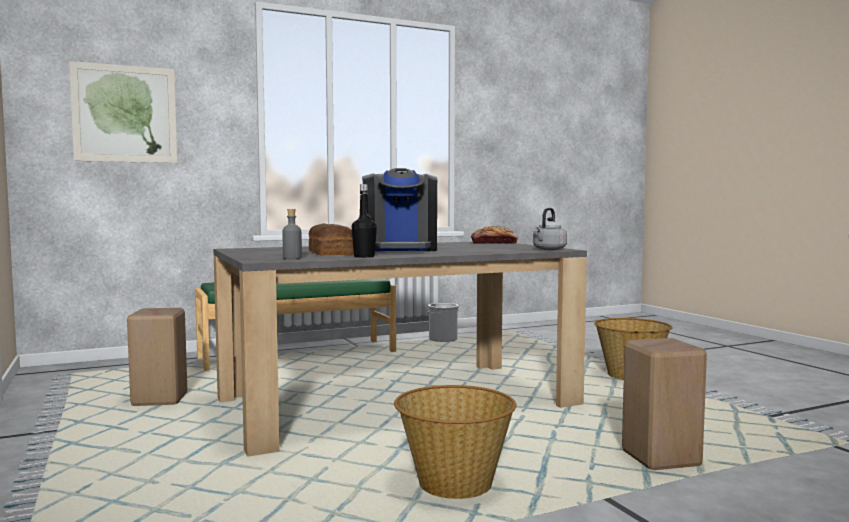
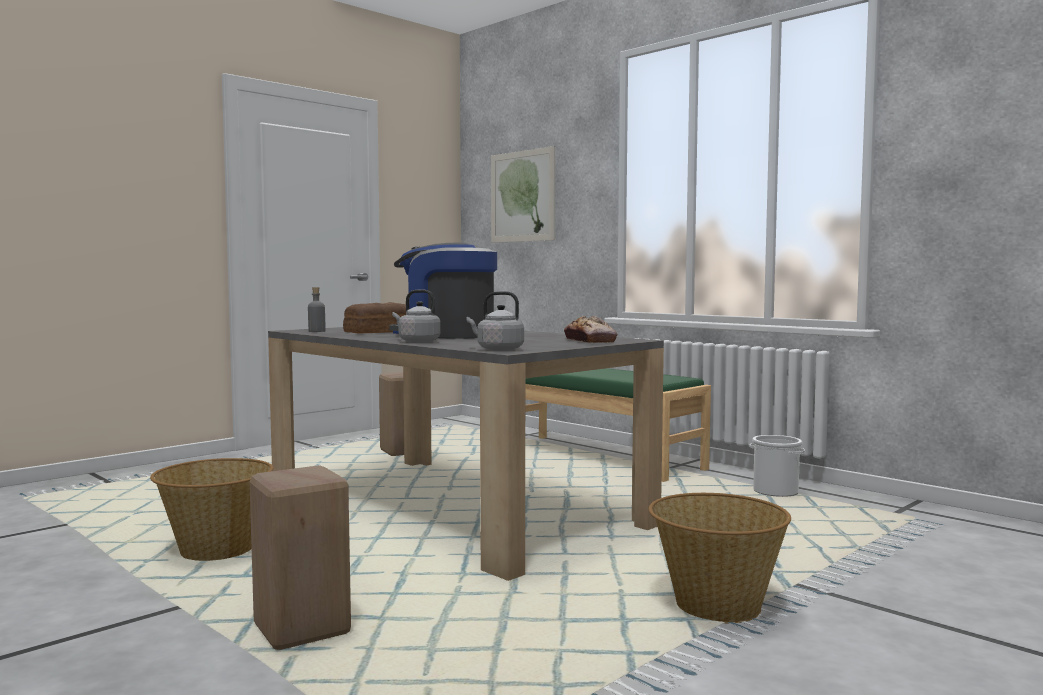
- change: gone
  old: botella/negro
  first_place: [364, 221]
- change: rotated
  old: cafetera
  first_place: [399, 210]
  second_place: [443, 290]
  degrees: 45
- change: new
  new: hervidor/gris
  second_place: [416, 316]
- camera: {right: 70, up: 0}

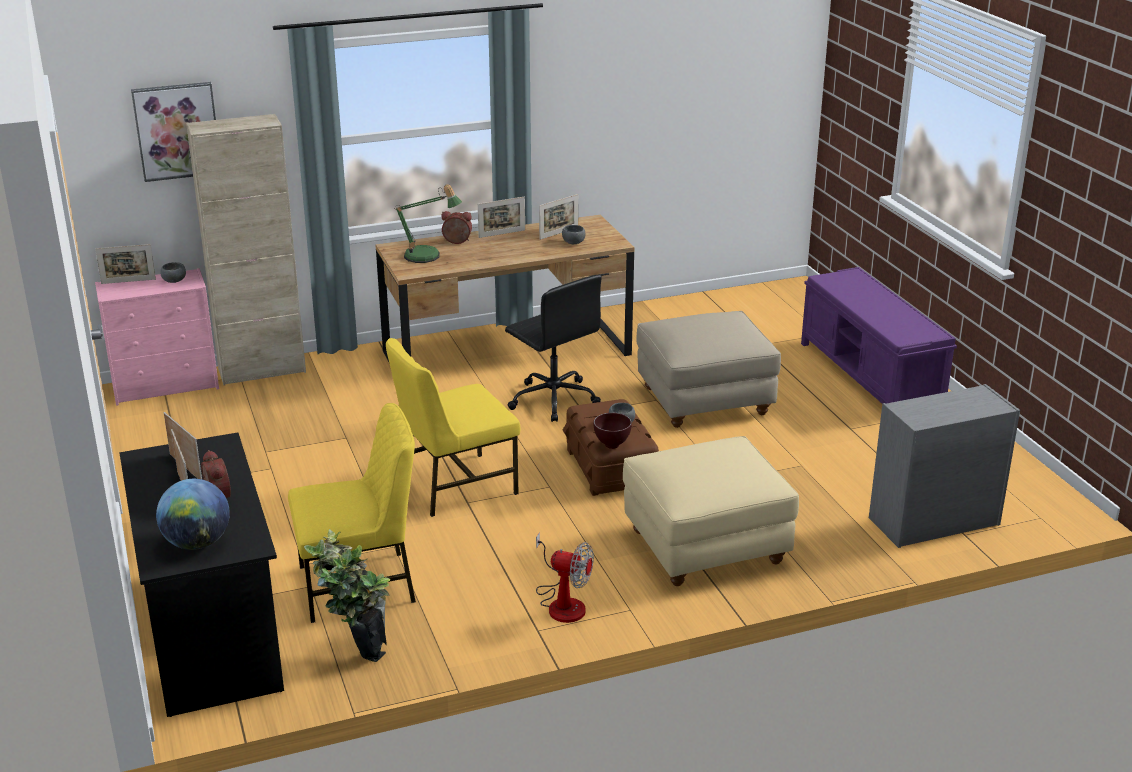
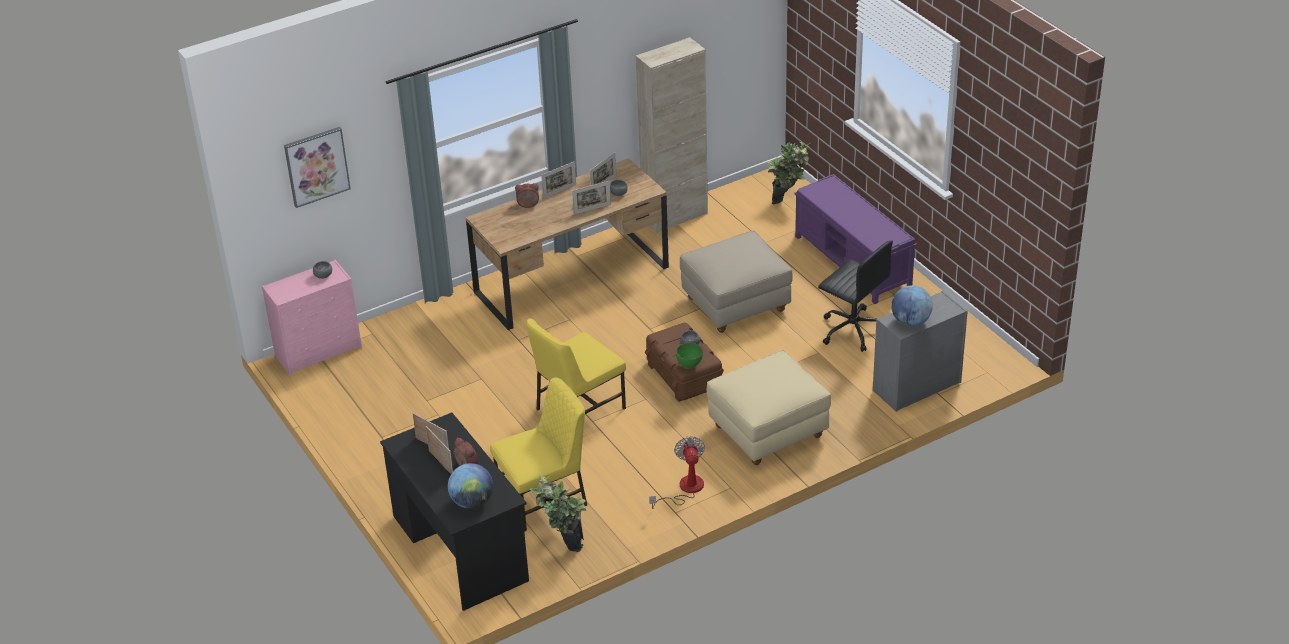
- change: shifted
  old: portarretratos
  first_place: [125, 264]
  second_place: [591, 197]
- change: shifted
  old: armario/beis
  first_place: [246, 250]
  second_place: [672, 135]
- change: gone
  old: lámpara de mesa
  first_place: [428, 223]
- change: shifted
  old: silla de oficina/negro
  first_place: [553, 348]
  second_place: [855, 296]
- change: rotated
  old: ventilador
  first_place: [565, 577]
  second_place: [677, 472]
  degrees: -105
- change: repainted
  old: cuenco/marrón
  new: cuenco/verde
  first_place: [613, 431]
  second_place: [689, 356]
- change: new
  new: planta en maceta
  second_place: [788, 173]
- change: new
  new: globo terráqueo
  second_place: [912, 306]
- camera: {right: -10, up: 10}

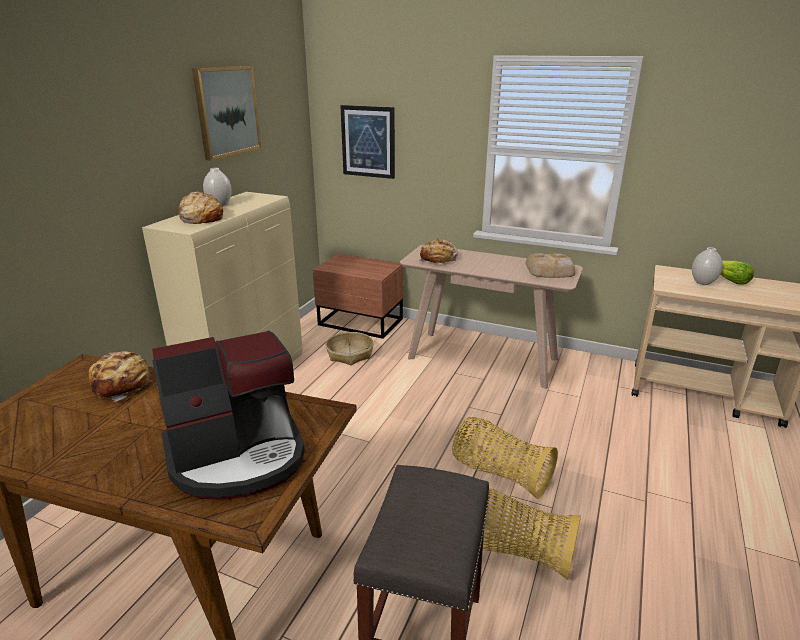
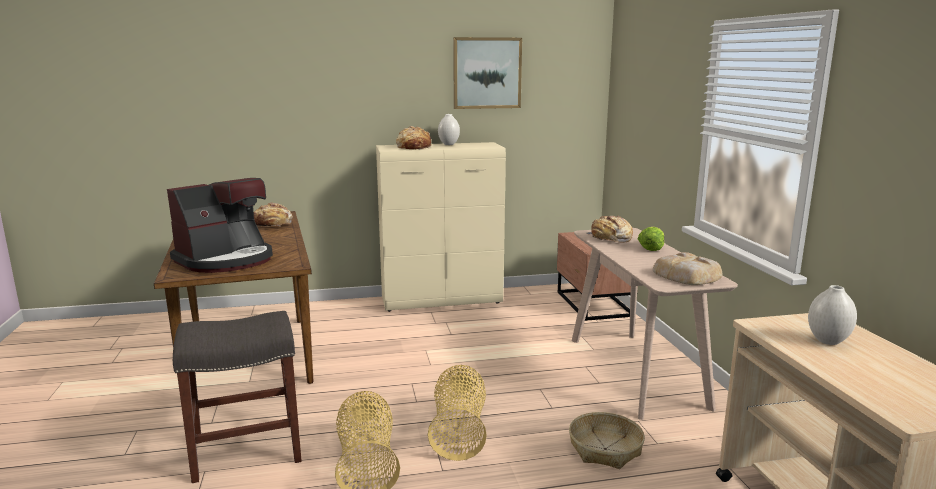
- change: rotated
  old: cafetera
  first_place: [228, 415]
  second_place: [220, 225]
  degrees: -75
- change: shifted
  old: cesta
  first_place: [350, 348]
  second_place: [607, 440]
- change: gone
  old: cuadro
  first_place: [367, 142]
- change: shifted
  old: lechuga
  first_place: [737, 272]
  second_place: [651, 239]
- camera: {right: 55, up: -10}

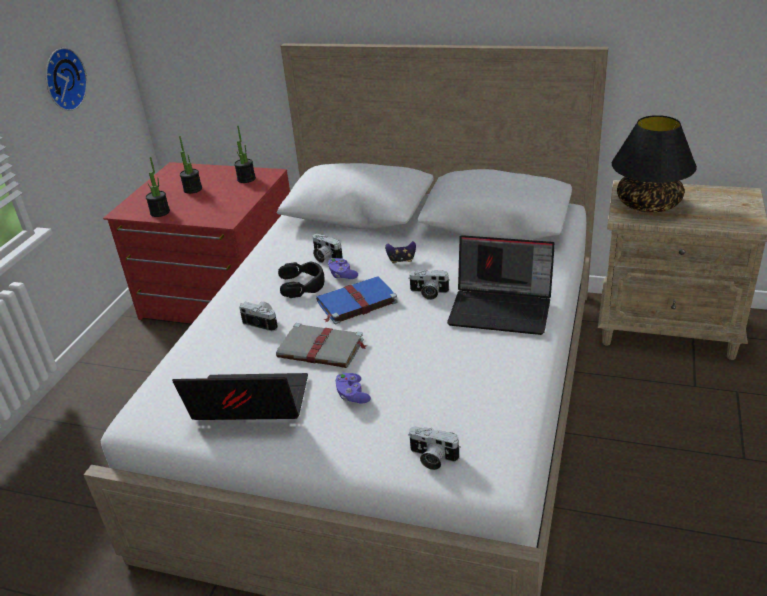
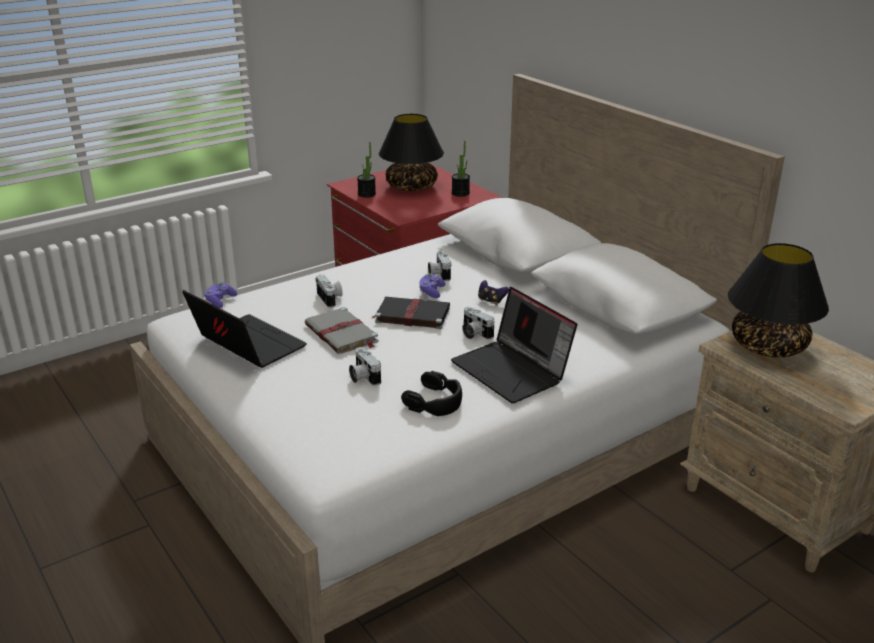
- change: gone
  old: reloj de pared
  first_place: [66, 79]
- change: swapped
  old: planta en maceta
  new: lámpara de mesa/negro
  first_place: [190, 165]
  second_place: [411, 152]
- change: shifted
  old: auriculares/negro
  first_place: [301, 279]
  second_place: [431, 393]
- change: repainted
  old: libro/azul
  new: libro/negro
  first_place: [356, 300]
  second_place: [411, 313]
- change: shifted
  old: mando de consola/morado
  first_place: [353, 388]
  second_place: [221, 295]
- change: shifted
  old: cámara
  first_place: [434, 448]
  second_place: [365, 366]
- camera: {right: 35, up: -5}

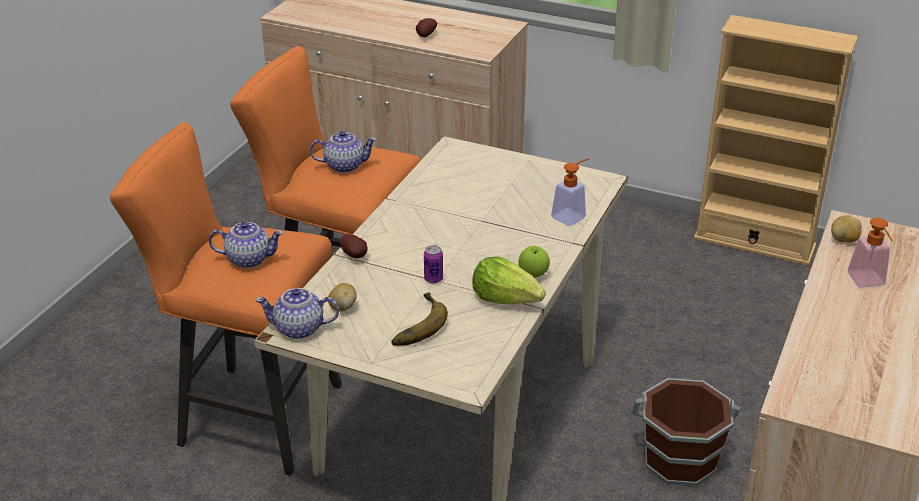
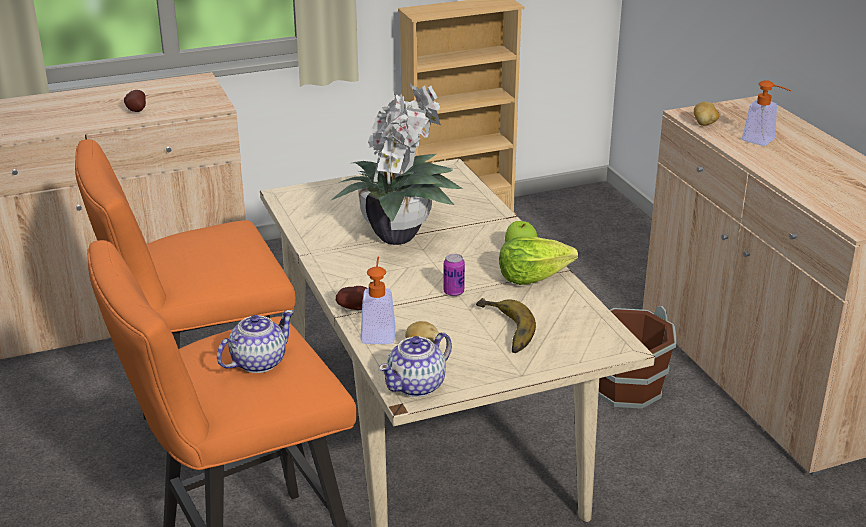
- change: gone
  old: tetera
  first_place: [343, 152]
- change: shifted
  old: dispensador de jabón
  first_place: [570, 192]
  second_place: [378, 300]
- change: new
  new: planta en maceta
  second_place: [397, 164]
- camera: {right: -45, up: -5}

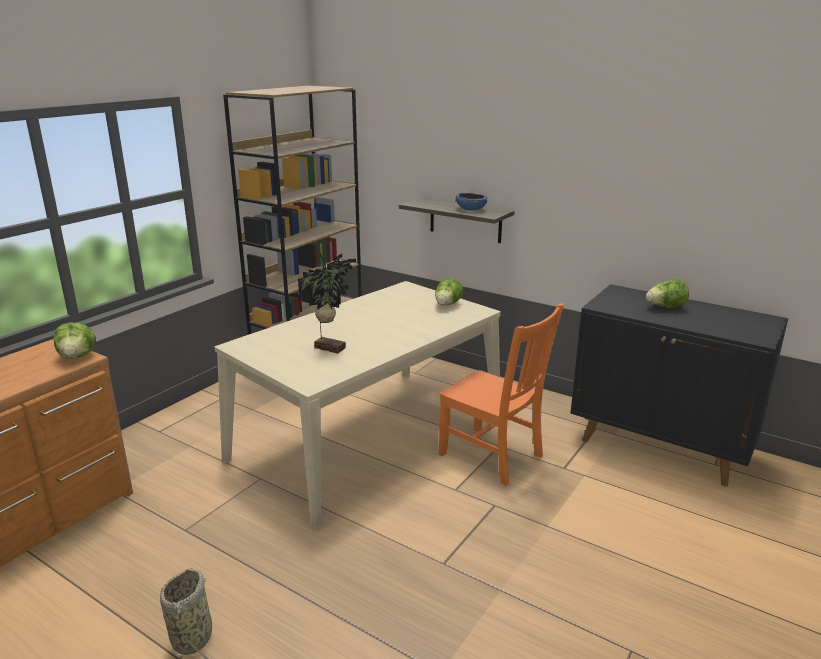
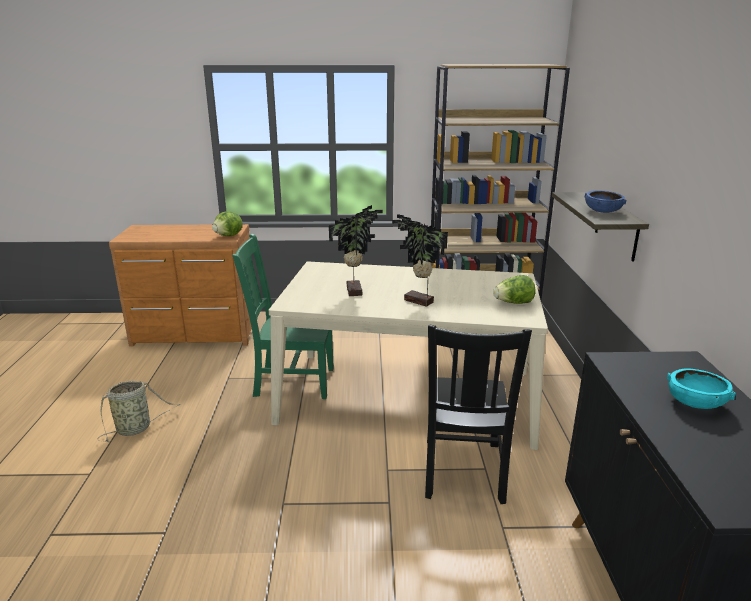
- change: repainted
  old: silla/naranja
  new: silla/negro
  first_place: [501, 394]
  second_place: [478, 414]
- change: swapped
  old: lechuga
  new: cuenco/turquesa
  first_place: [667, 293]
  second_place: [701, 388]
- change: new
  new: silla/verde
  second_place: [283, 316]
- change: new
  new: planta en maceta
  second_place: [420, 260]
- camera: {right: 55, up: 0}

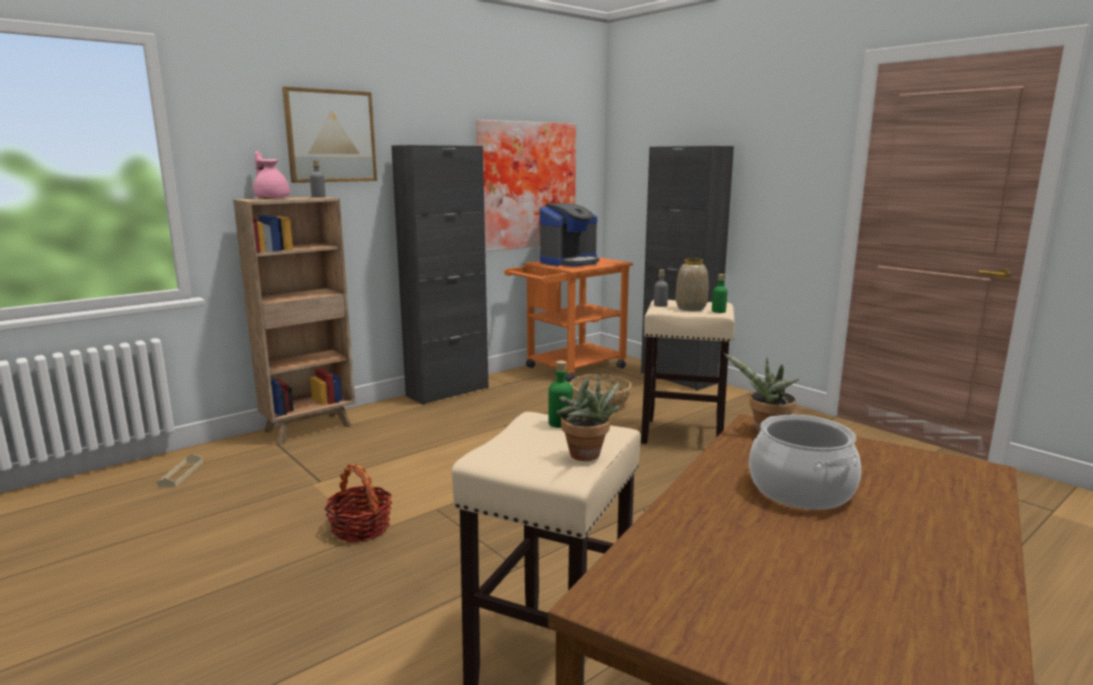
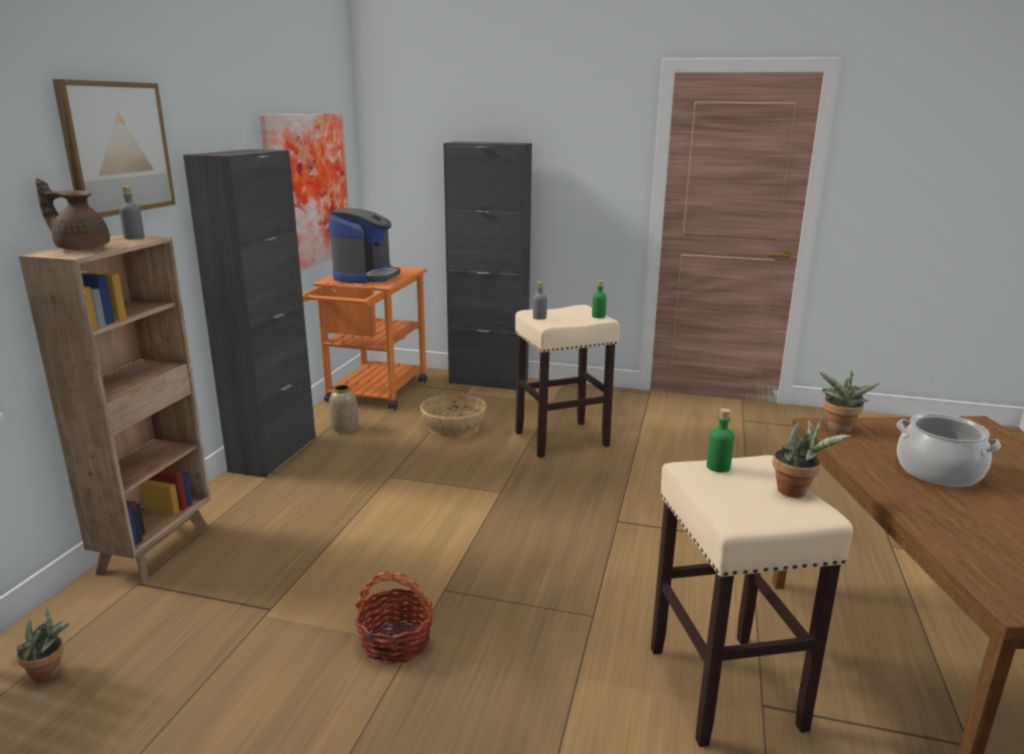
- change: swapped
  old: bandeja/beis
  new: planta en maceta
  first_place: [180, 470]
  second_place: [42, 645]
- change: repainted
  old: tetera/rosa
  new: tetera/marrón
  first_place: [271, 175]
  second_place: [72, 214]
- change: shifted
  old: florero
  first_place: [692, 284]
  second_place: [344, 409]
- camera: {right: -35, up: 5}

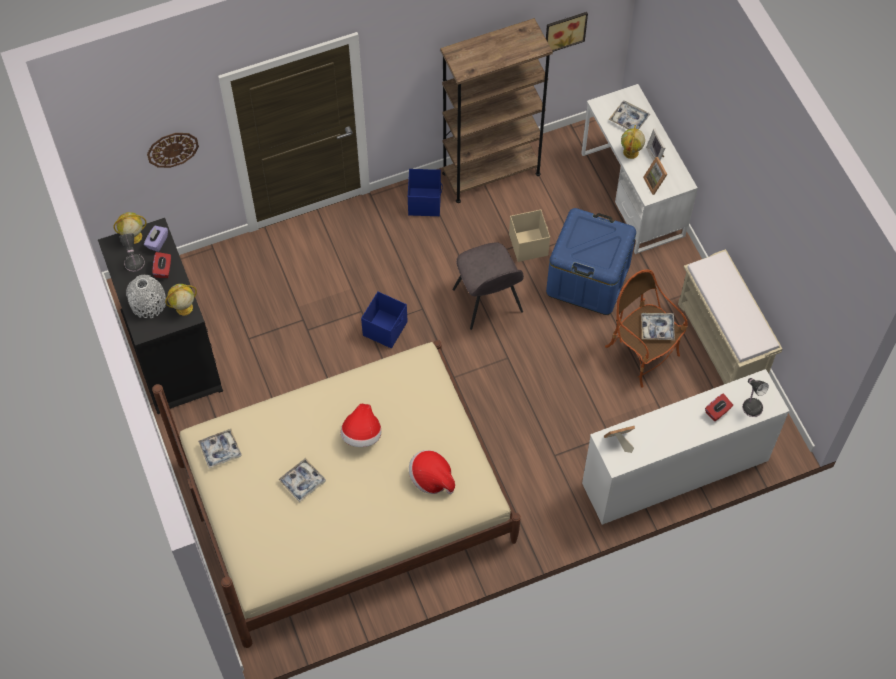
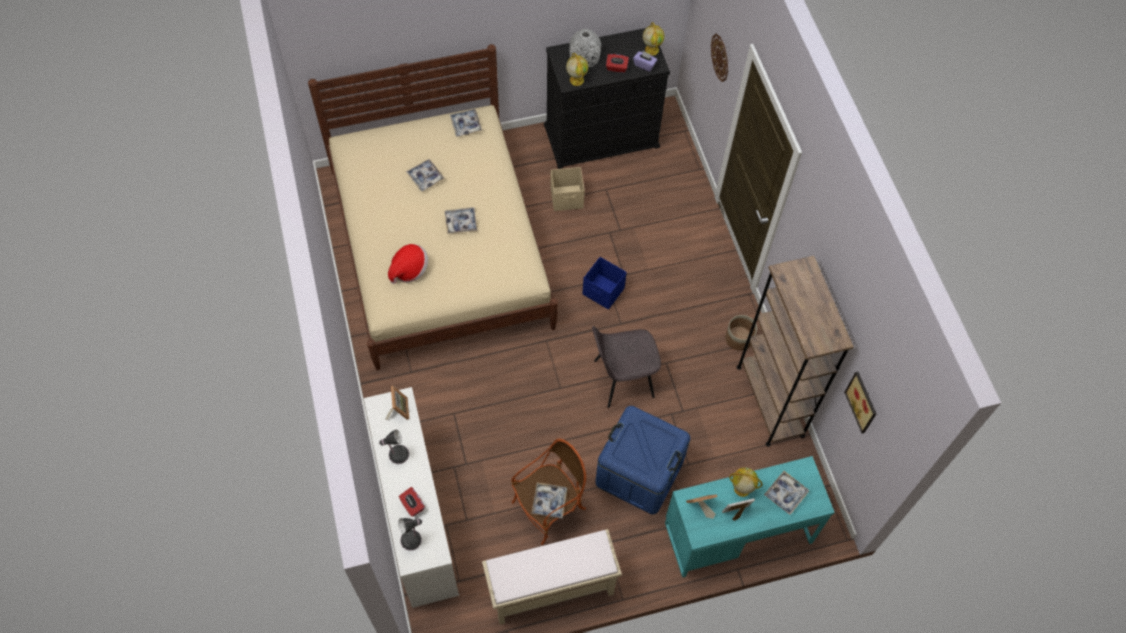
- change: shifted
  old: lámpara de mesa
  first_place: [132, 252]
  second_place: [394, 446]
- change: swapped
  old: sombrero
  new: bandeja
  first_place: [361, 425]
  second_place: [461, 220]
- change: swapped
  old: caja de almacenaje/azul
  new: maceta
  first_place: [425, 192]
  second_place: [741, 333]
- change: shifted
  old: caja de almacenaje/beis
  first_place: [529, 235]
  second_place: [567, 189]
- change: repainted
  old: escritorio/blanco
  new: escritorio/turquesa
  first_place: [639, 169]
  second_place: [750, 517]
- camera: {right: 95, up: 0}

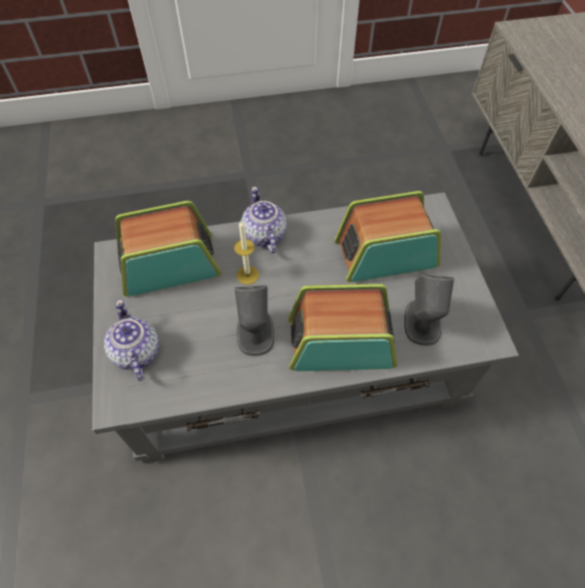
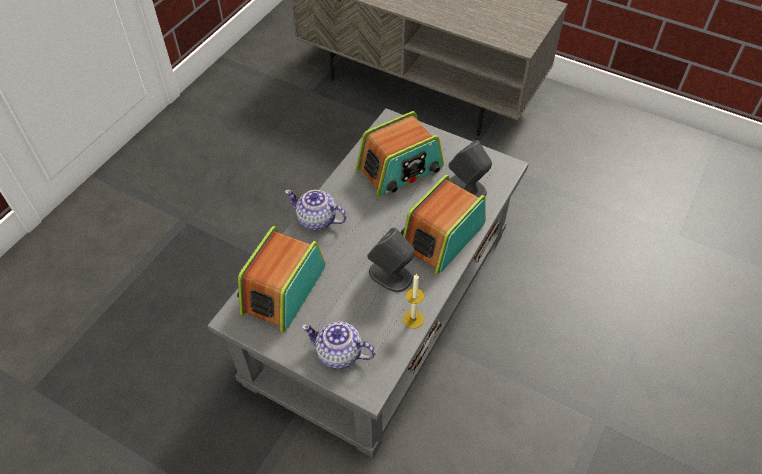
- change: shifted
  old: vela
  first_place: [246, 253]
  second_place: [414, 301]
- change: rotated
  old: radio
  first_place: [388, 236]
  second_place: [400, 154]
  degrees: -150
- camera: {right: -50, up: -5}

